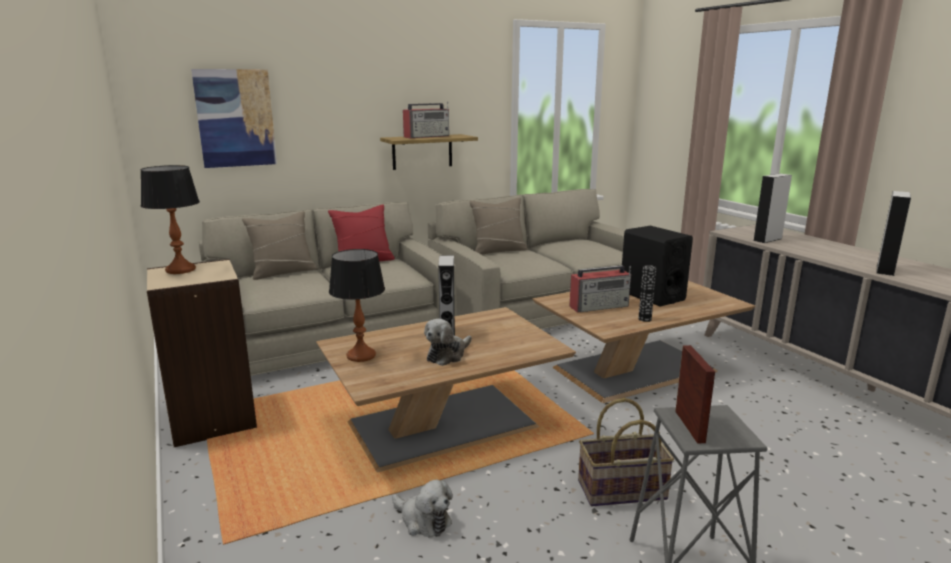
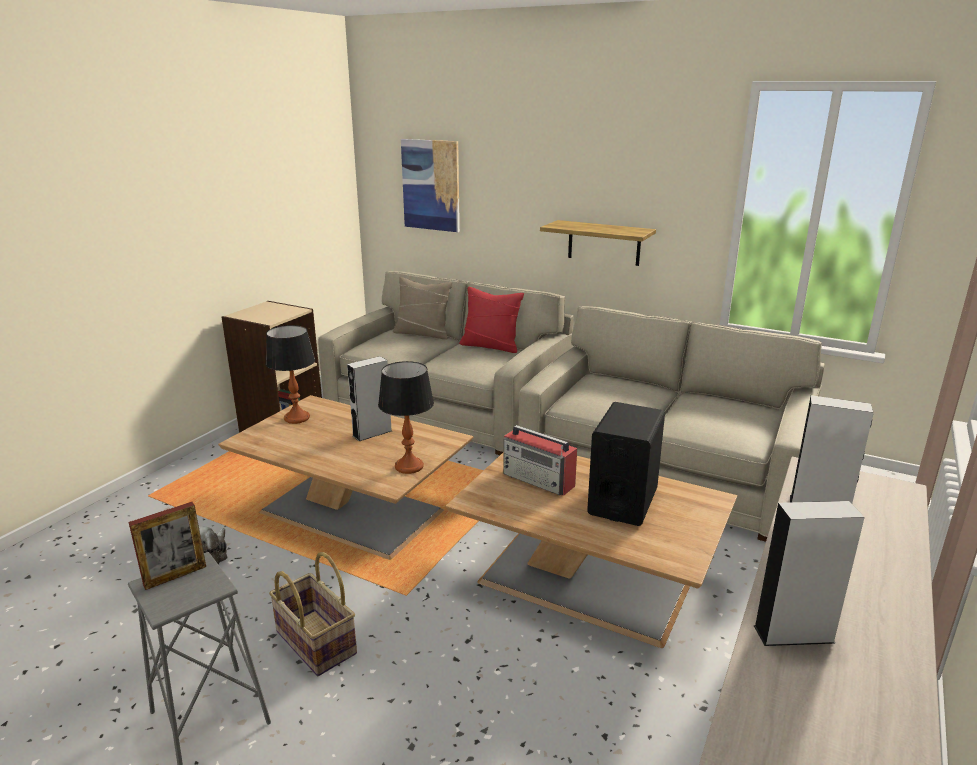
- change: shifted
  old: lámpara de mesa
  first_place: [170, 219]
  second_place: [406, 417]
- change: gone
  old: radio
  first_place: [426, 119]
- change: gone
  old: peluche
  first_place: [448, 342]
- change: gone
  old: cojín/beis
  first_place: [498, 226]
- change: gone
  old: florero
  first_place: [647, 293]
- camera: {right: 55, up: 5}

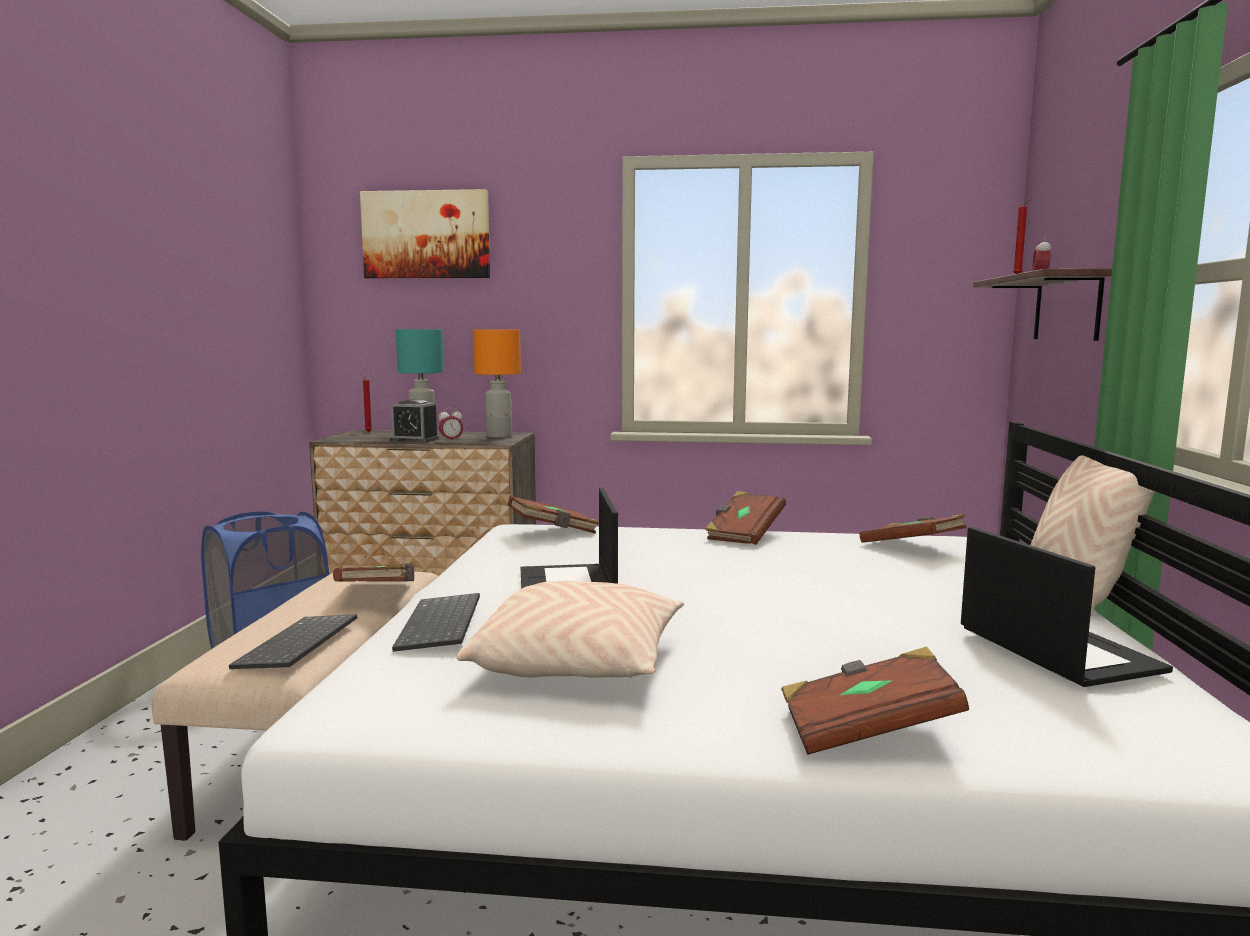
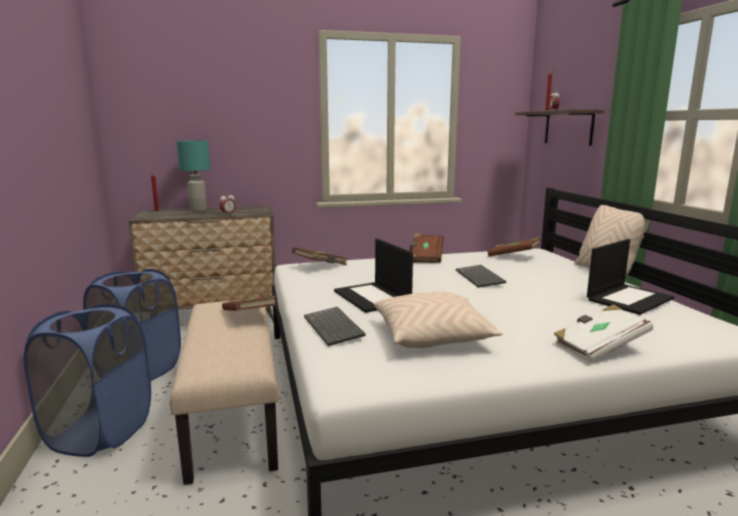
- change: shifted
  old: teclado
  first_place: [293, 641]
  second_place: [481, 276]
- change: gone
  old: cuadro
  first_place: [425, 233]
- change: gone
  old: despertador
  first_place: [414, 421]
- change: gone
  old: lámpara de mesa/naranja
  first_place: [497, 383]
- change: repainted
  old: libro/marrón
  new: libro/blanco
  first_place: [875, 700]
  second_place: [603, 333]
- change: rotated
  old: portátil
  first_place: [1067, 607]
  second_place: [630, 277]
  degrees: 90
- change: new
  new: cesto de la ropa/azul
  second_place: [87, 380]
- camera: {right: -20, up: 5}

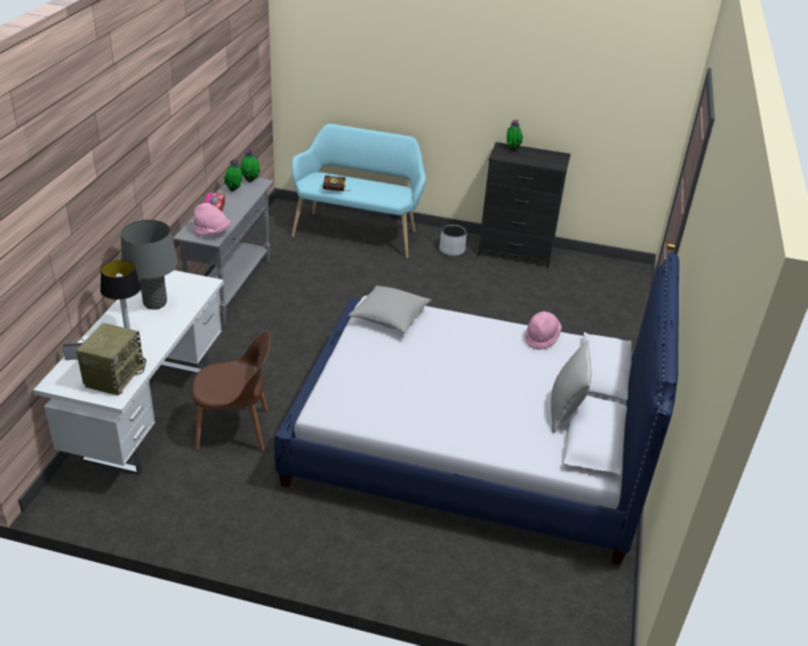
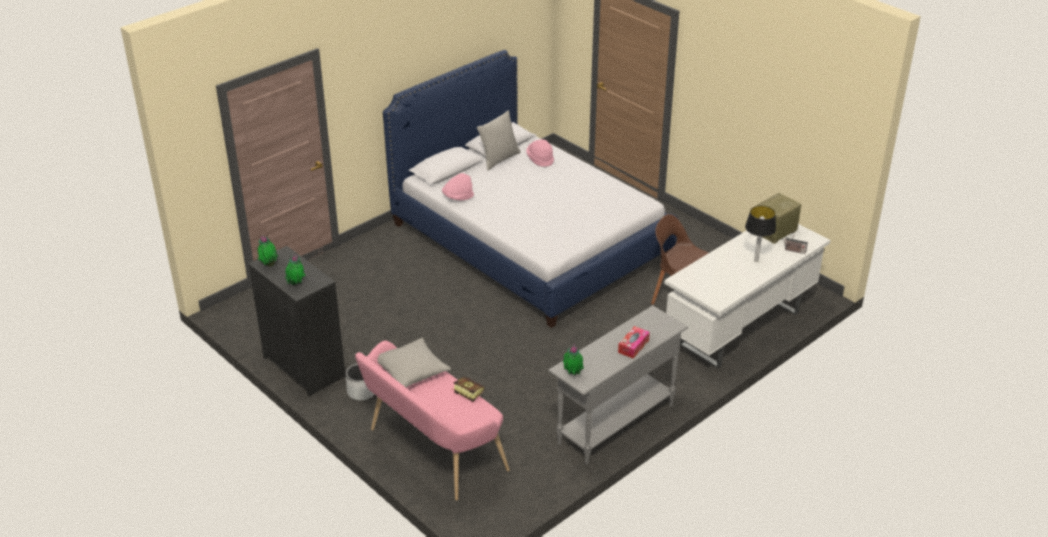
- change: gone
  old: lámpara de mesa/gris
  first_place: [149, 264]
- change: shifted
  old: sombrero/rosa
  first_place: [212, 219]
  second_place: [540, 153]
- change: shifted
  old: planta en maceta
  first_place: [233, 175]
  second_place: [268, 251]
- change: repainted
  old: banco/turquesa
  new: banco/rosa
  first_place: [359, 191]
  second_place: [432, 420]
- change: shifted
  old: cojín/gris
  first_place: [390, 310]
  second_place: [414, 362]
- camera: {right: -145, up: 0}

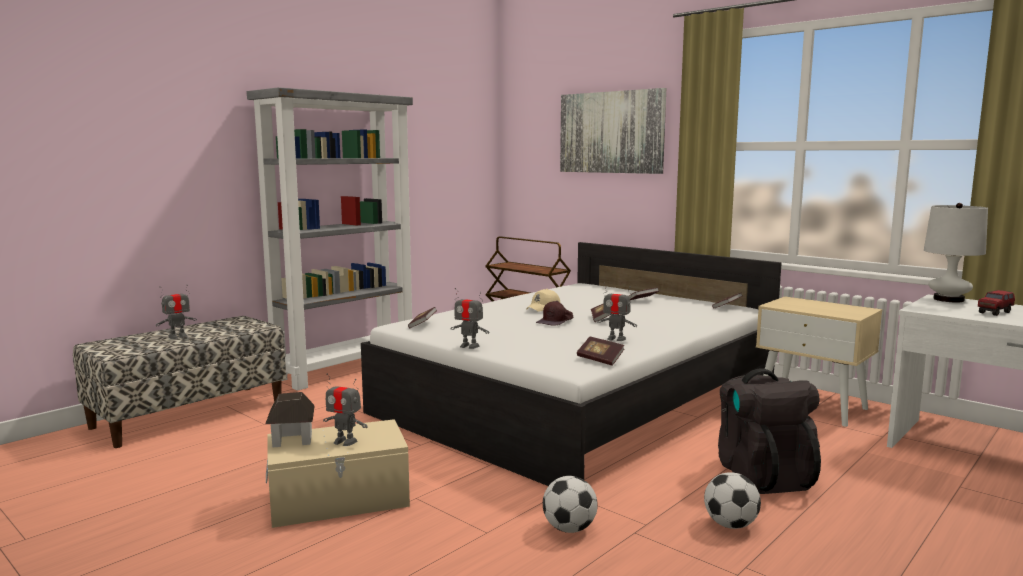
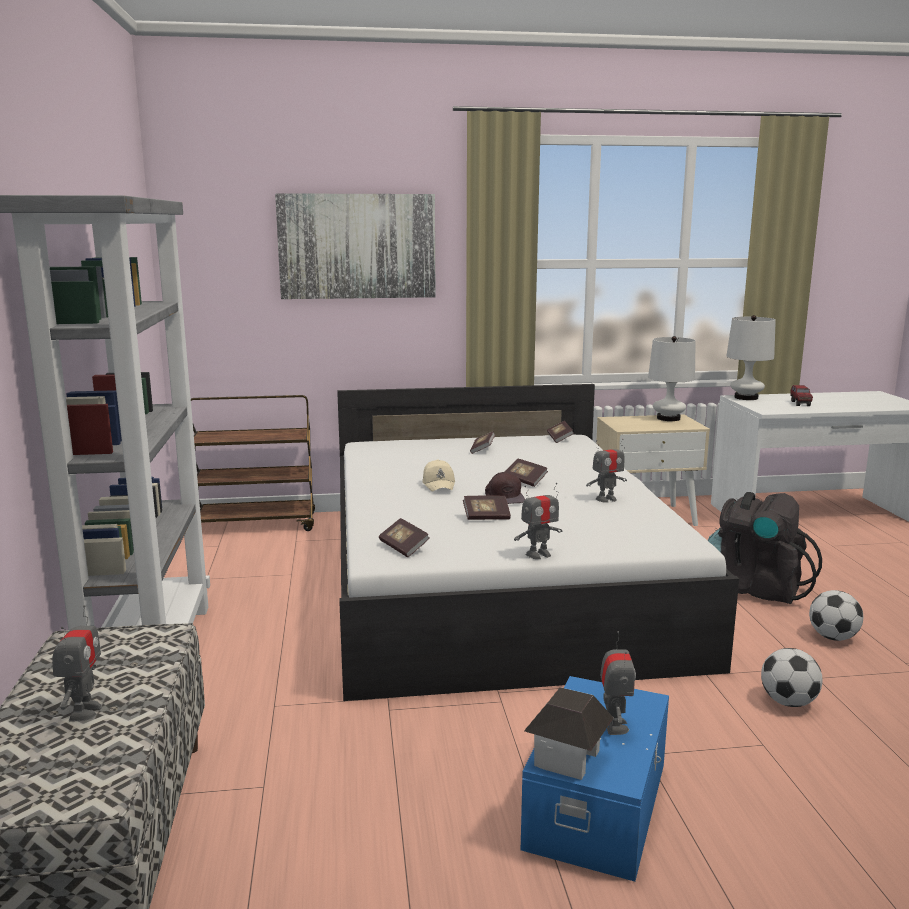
- change: repainted
  old: caja de almacenaje/beis
  new: caja de almacenaje/azul
  first_place: [338, 473]
  second_place: [595, 779]
- change: rotated
  old: robot de juguete
  first_place: [345, 410]
  second_place: [618, 683]
  degrees: -60
- change: shifted
  old: libro
  first_place: [600, 351]
  second_place: [487, 508]
- change: new
  new: lámpara de mesa/blanco
  second_place: [672, 378]
- camera: {right: -50, up: 5}

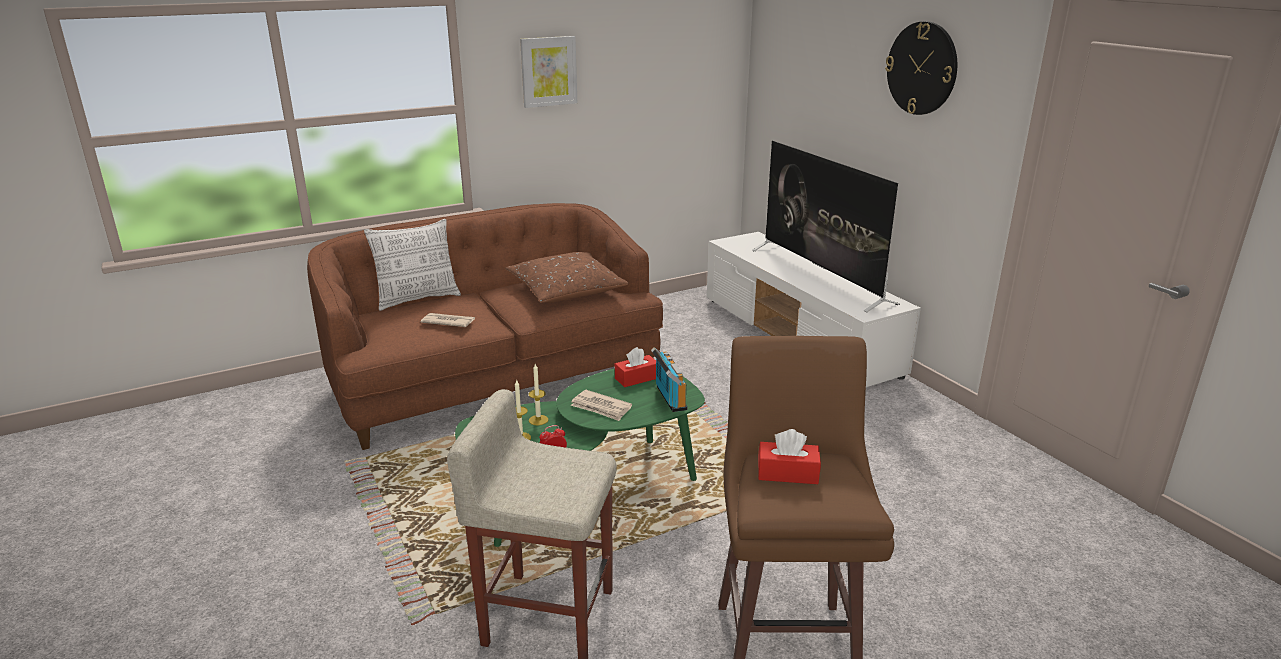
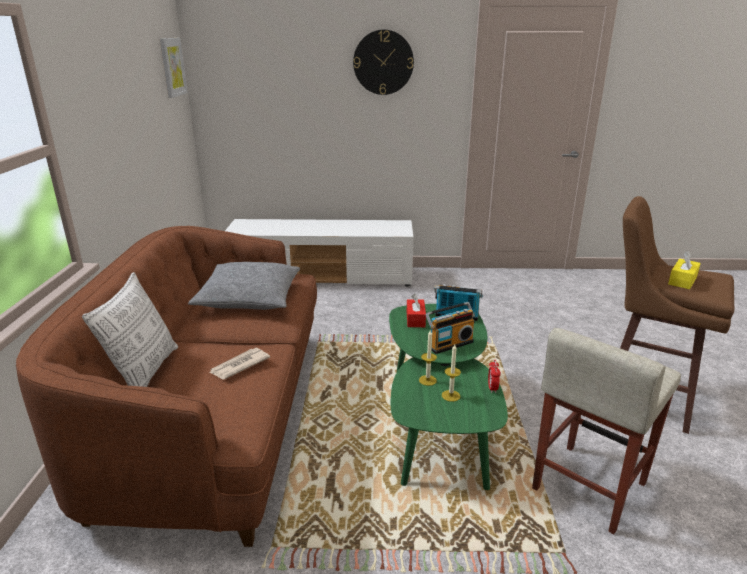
- change: repainted
  old: cojín/marrón
  new: cojín/gris
  first_place: [567, 277]
  second_place: [244, 286]
- change: shifted
  old: cuadro
  first_place: [548, 72]
  second_place: [174, 68]
- change: swapped
  old: periódico
  new: radio
  first_place: [601, 405]
  second_place: [450, 328]
- change: gone
  old: televisor
  first_place: [826, 226]
- change: repainted
  old: caja de pañuelos/rojo
  new: caja de pañuelos/amarillo
  first_place: [789, 456]
  second_place: [684, 270]
- camera: {right: -60, up: 0}

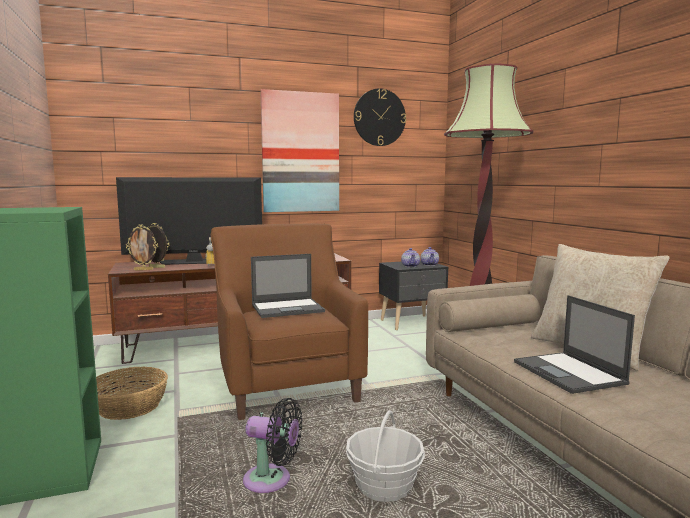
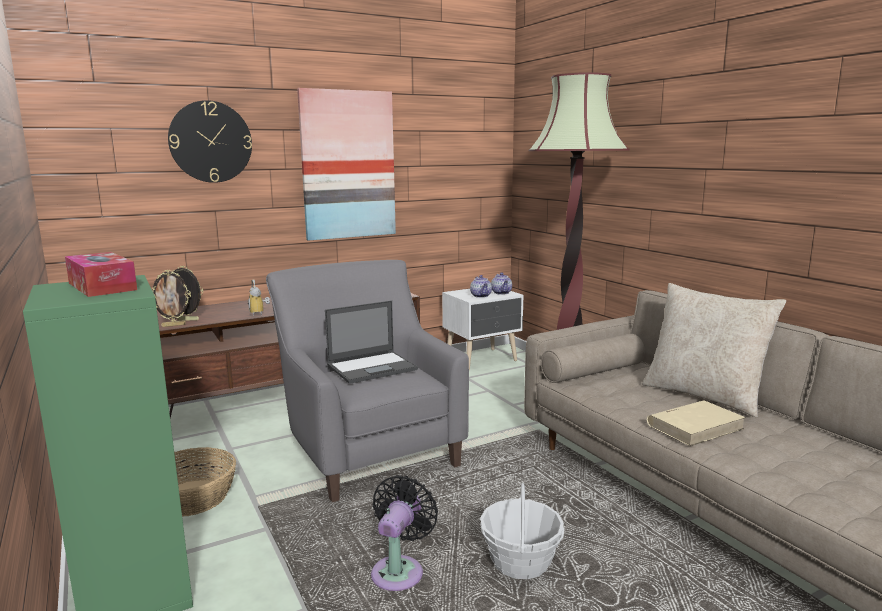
- change: gone
  old: televisor
  first_place: [189, 221]
- change: repainted
  old: sillón/marrón
  new: sillón/gris
  first_place: [289, 322]
  second_place: [367, 381]
- change: rotated
  old: ventilador/negro
  first_place: [272, 445]
  second_place: [404, 533]
  degrees: -75
- change: shifted
  old: reloj de pared
  first_place: [380, 117]
  second_place: [210, 141]
- change: repainted
  old: mesita de noche/negro
  new: mesita de noche/blanco
  first_place: [413, 295]
  second_place: [483, 329]
- change: swapped
  old: portátil
  new: libro/beis
  first_place: [574, 344]
  second_place: [696, 423]
- change: new
  new: caja de pañuelos
  second_place: [101, 274]
- camera: {right: -10, up: 5}

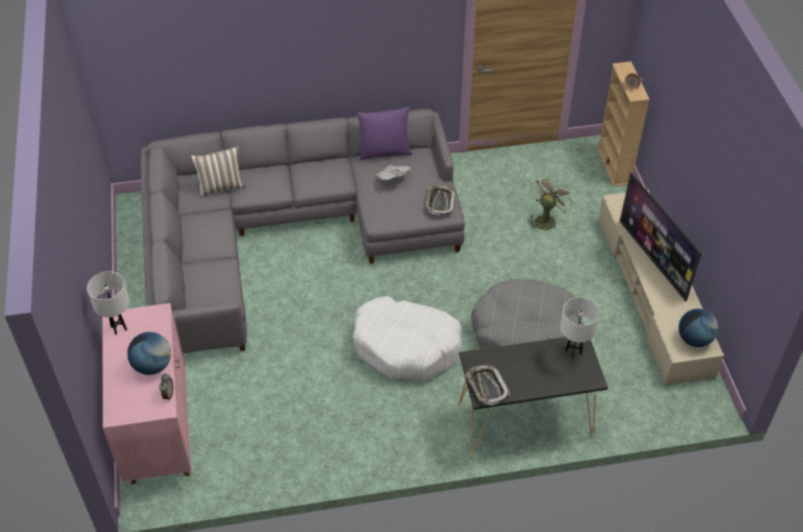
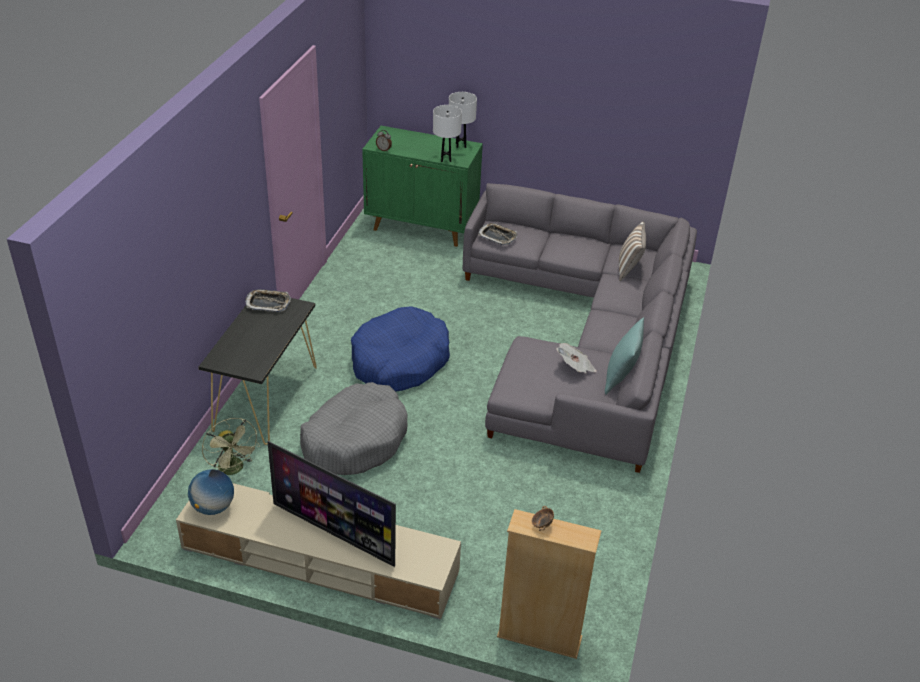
- change: repainted
  old: armario/rosa
  new: armario/verde
  first_place: [146, 394]
  second_place: [422, 186]
- change: gone
  old: globo terráqueo
  first_place: [149, 353]
- change: repainted
  old: cama para perro/blanco
  new: cama para perro/azul
  first_place: [408, 337]
  second_place: [400, 348]
- change: repainted
  old: cojín/morado
  new: cojín/turquesa
  first_place: [384, 133]
  second_place: [624, 356]
- change: shifted
  old: bandeja
  first_place: [440, 200]
  second_place: [497, 234]
- change: shifted
  old: ventilador/verde
  first_place: [551, 203]
  second_place: [231, 446]
- change: shifted
  old: lámpara de mesa/blanco
  first_place: [580, 328]
  second_place: [447, 133]
- change: rotated
  old: televisor
  first_place: [661, 236]
  second_place: [332, 504]
  degrees: -150
- camera: {right: 115, up: -10}

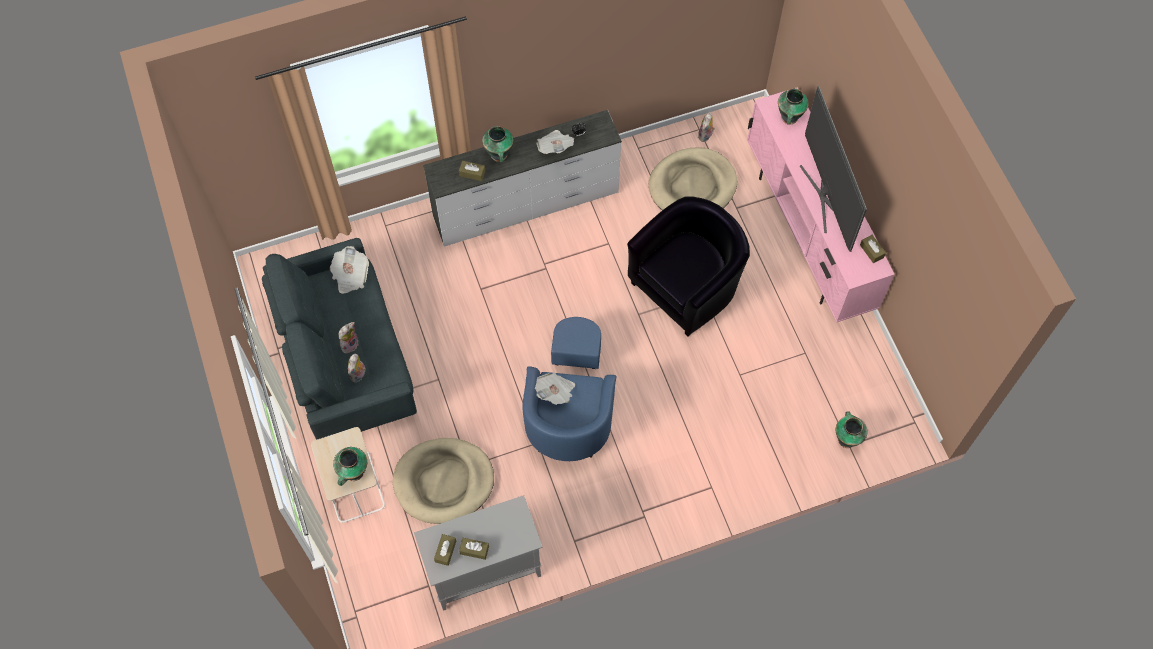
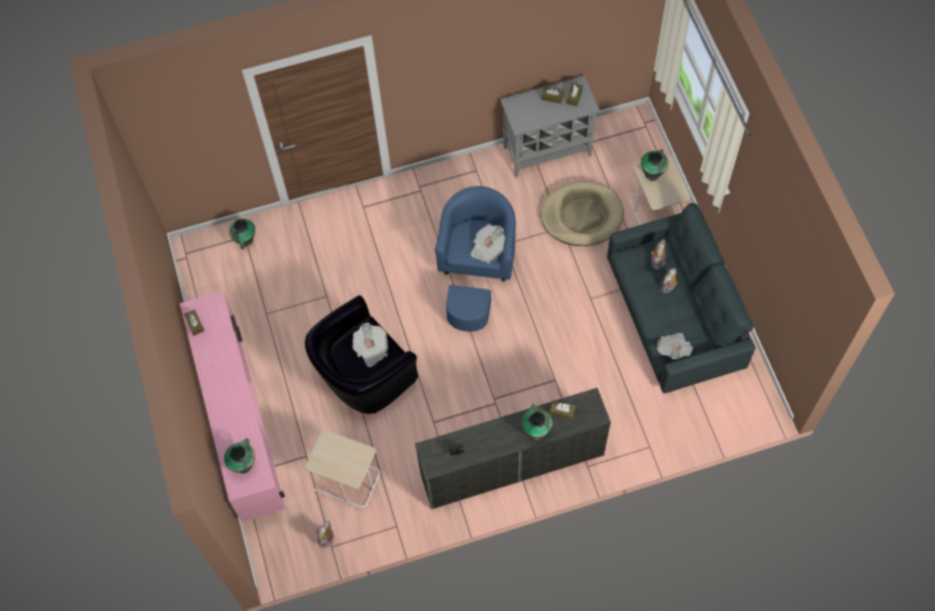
- change: shifted
  old: periódico
  first_place: [555, 142]
  second_place: [370, 345]
- change: swapped
  old: cama para perro/beis
  new: mesa auxiliar/beis
  first_place: [693, 178]
  second_place: [342, 469]
- change: gone
  old: televisor
  first_place: [833, 169]
- camera: {right: -175, up: 0}

